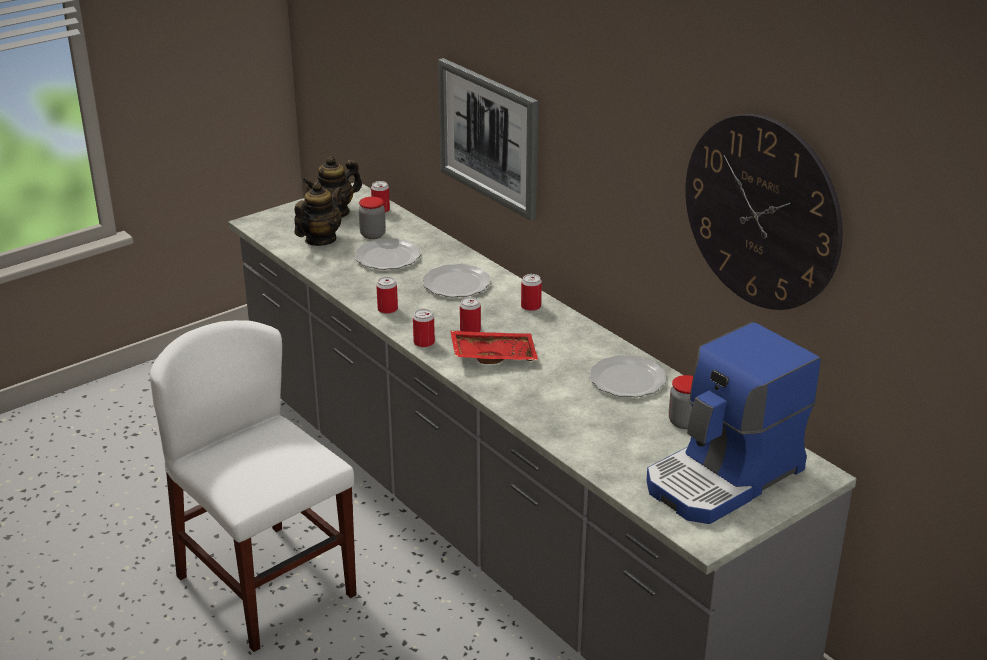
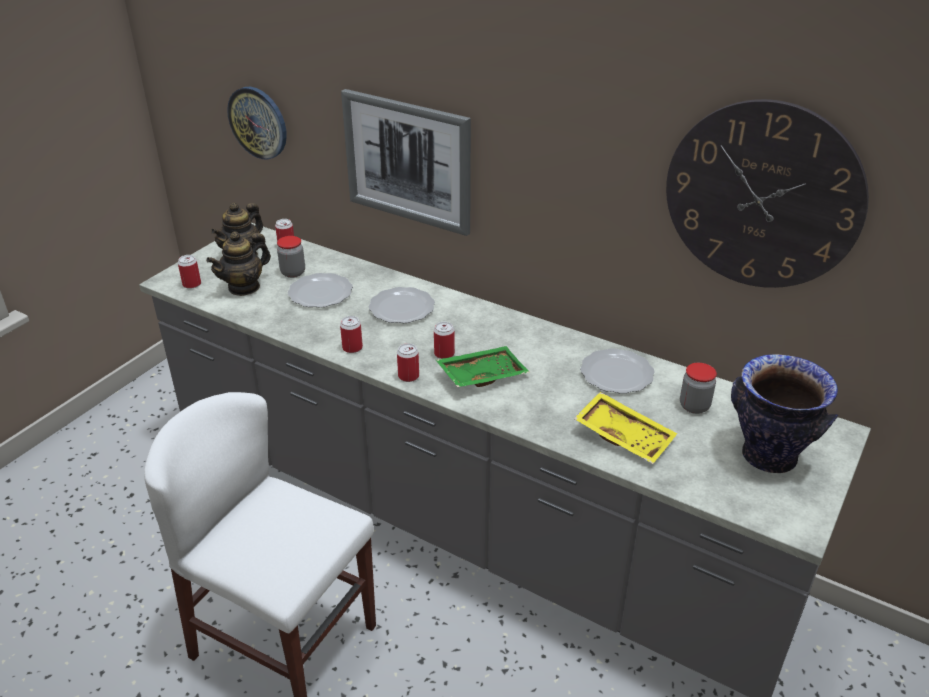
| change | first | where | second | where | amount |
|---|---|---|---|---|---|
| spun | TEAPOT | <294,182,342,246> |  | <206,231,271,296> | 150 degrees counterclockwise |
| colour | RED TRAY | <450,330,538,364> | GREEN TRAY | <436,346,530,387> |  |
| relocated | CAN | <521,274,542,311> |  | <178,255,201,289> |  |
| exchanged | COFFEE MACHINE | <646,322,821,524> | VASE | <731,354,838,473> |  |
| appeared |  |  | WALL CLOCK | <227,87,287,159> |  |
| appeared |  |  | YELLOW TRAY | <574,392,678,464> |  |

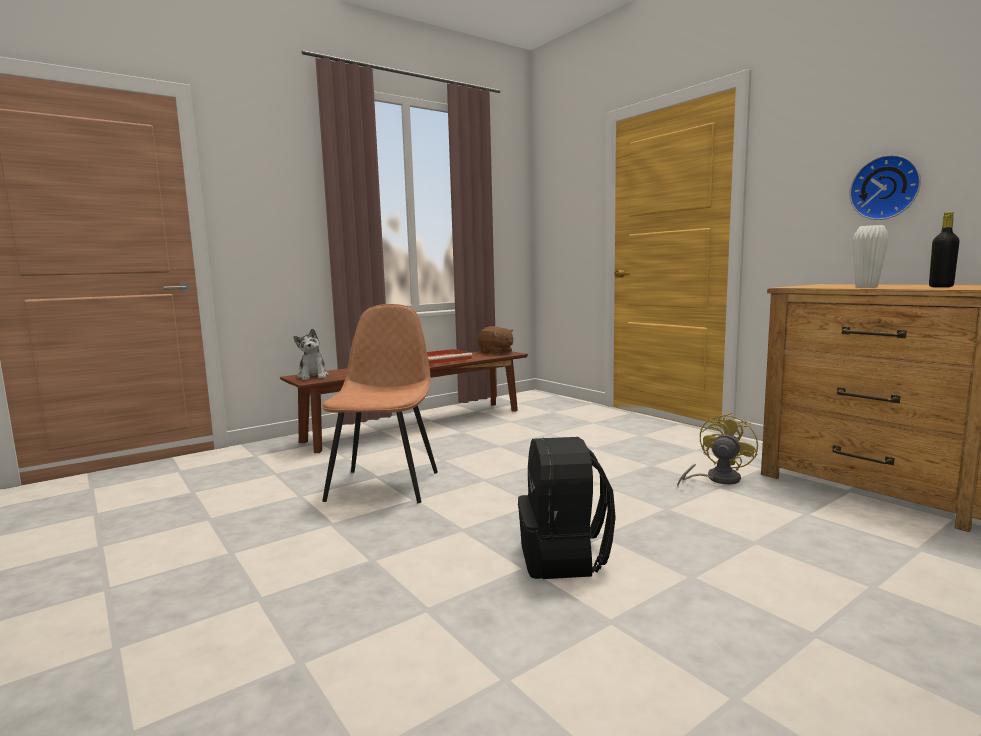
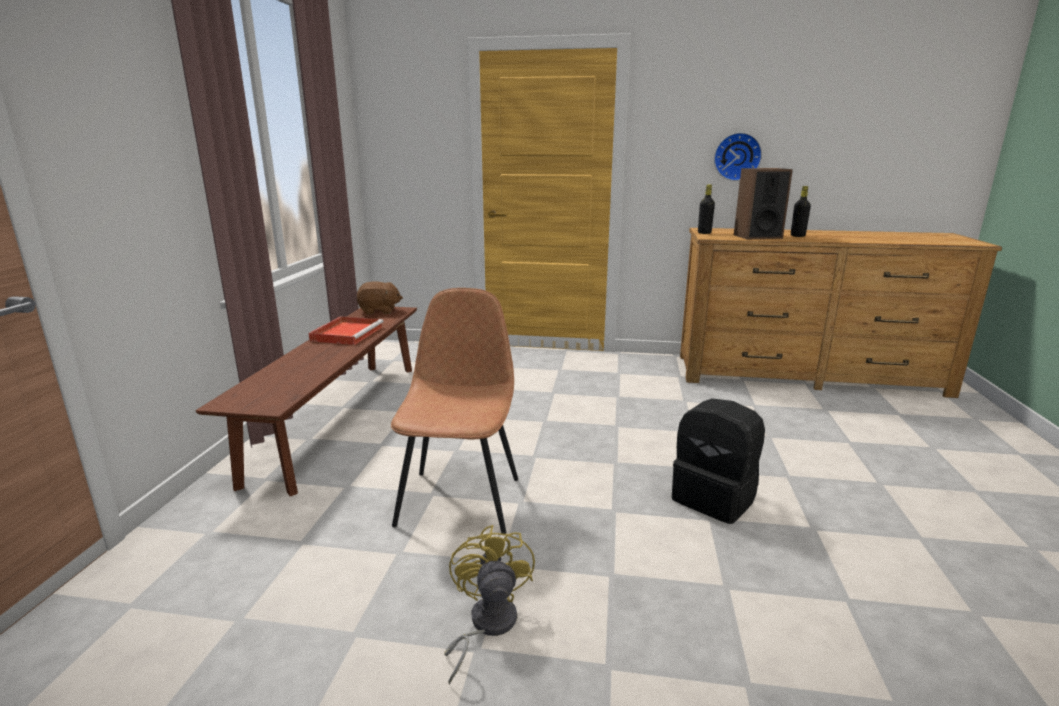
| change | first | where | second | where | amount |
|---|---|---|---|---|---|
| missing | PLUSH TOY | <293,328,329,380> |  |  |  |
| spun | BROWN CHAIR | <322,304,438,503> |  | <391,288,518,534> | 45 degrees clockwise |
| relocated | YELLOW FAN | <677,413,758,487> |  | <444,525,535,685> |  |
| exchanged | WHITE VASE | <852,225,889,287> | SPEAKER | <734,168,793,239> |  |
| appeared |  |  | BLACK BOTTLE | <698,184,715,234> |  |

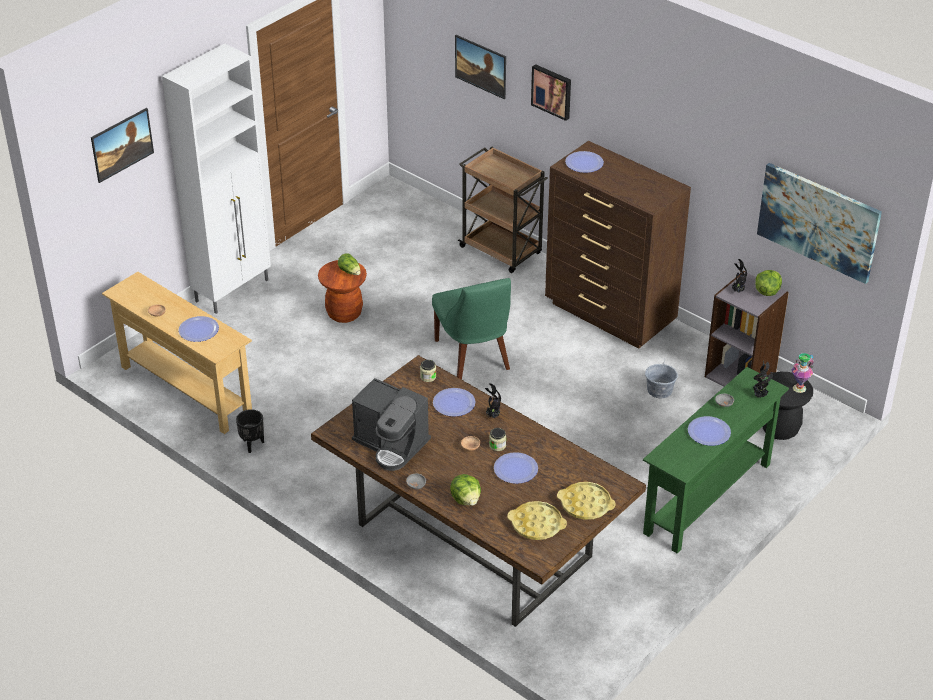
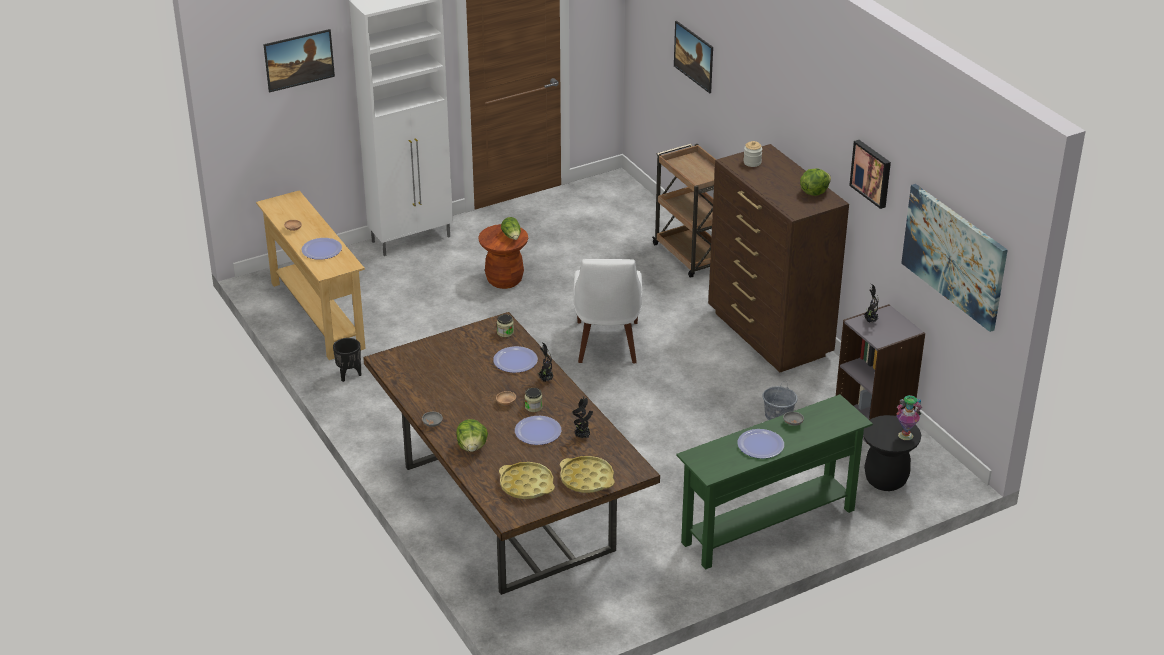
| change | first | where | second | where | amount |
|---|---|---|---|---|---|
| missing | COFFEE MACHINE | <352,378,431,471> |  |  |  |
| colour | GREEN CHAIR | <432,278,511,380> | WHITE CHAIR | <574,259,642,363> |  |
| relocated | PICTURE | <531,64,571,121> |  | <849,140,891,209> |  |
| exchanged | PLATE | <565,151,604,173> | JAR | <743,141,762,167> |  |
| relocated | POTTED PLANT | <753,361,774,398> |  | <572,396,593,438> |  |
| relocated | LETTUCE | <755,270,782,296> |  | <800,169,831,196> |  |

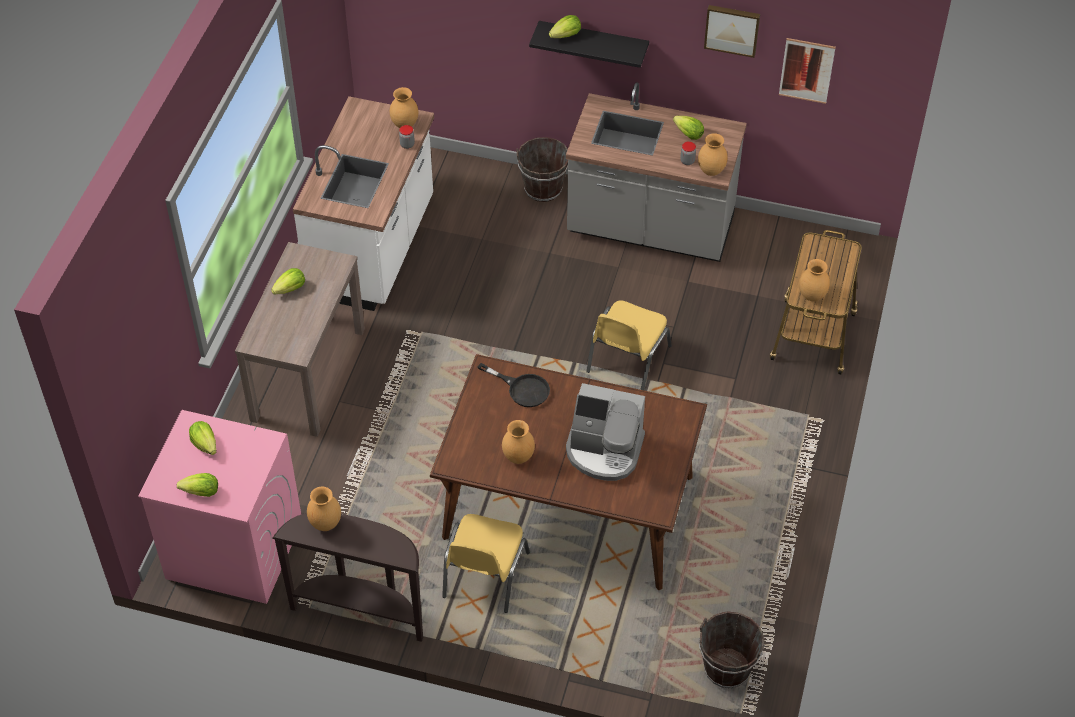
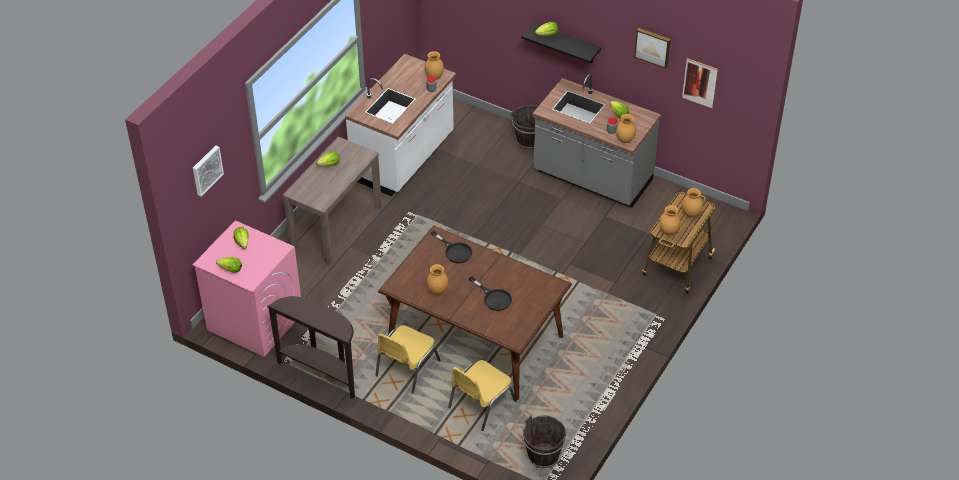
| change | first | where | second | where | amount |
|---|---|---|---|---|---|
| relocated | BROWN VASE | <307,487,341,531> |  | <682,188,703,218> |  |
| exchanged | COFFEE MACHINE | <566,383,645,481> | BLACK FRYING PAN | <468,276,512,311> |  |
| relocated | YELLOW CHAIR | <586,300,672,390> |  | <448,360,517,431> |  |
| appeared |  |  | PICTURE | <193,145,224,197> |  |

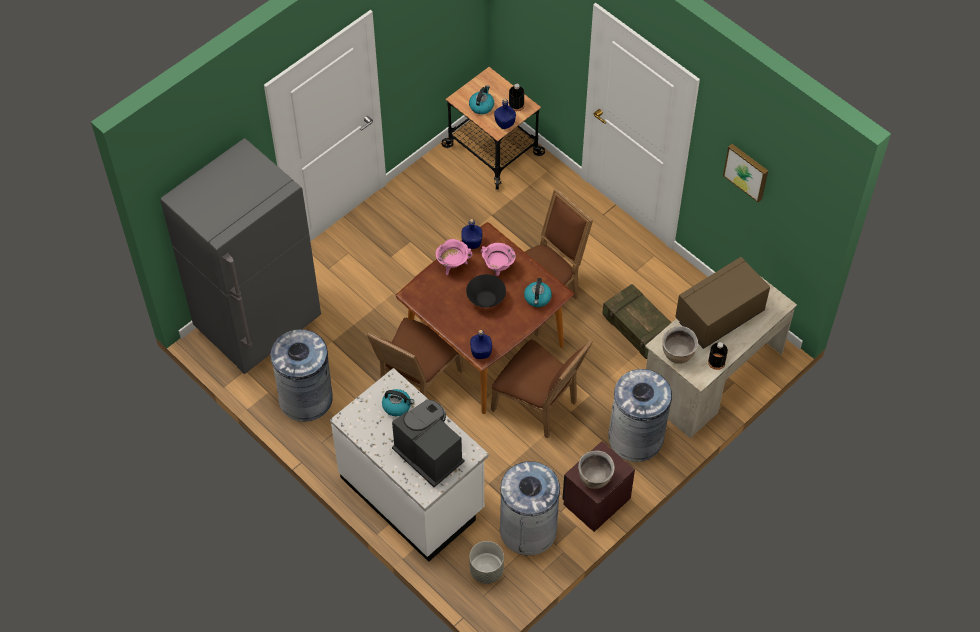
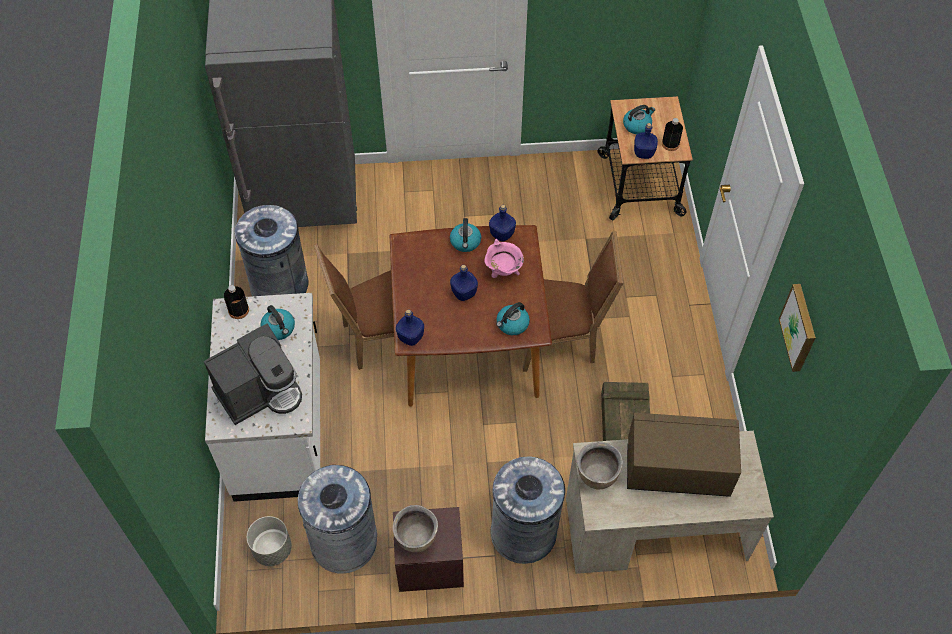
| change | first | where | second | where | amount |
|---|---|---|---|---|---|
| spun | COFFEE MACHINE | <392,400,465,487> |  | <204,324,302,425> | 60 degrees clockwise |
| exchanged | PINK COOKING POT | <436,239,473,275> | KETTLE | <450,218,481,252> |  |
| exchanged | BLACK BOWL | <466,274,506,308> | BLUE BOTTLE | <450,265,478,301> |  |
| missing | BROWN CHAIR | <491,339,593,439> |  |  |  |
| relocated | BLACK BOTTLE | <708,342,728,370> |  | <224,285,249,319> |  |

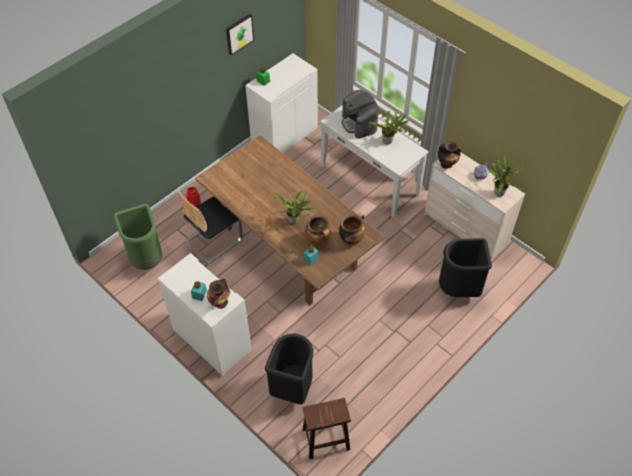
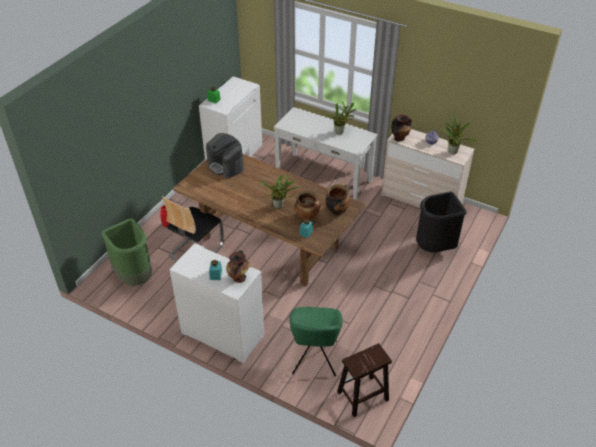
| change | first | where | second | where | amount |
|---|---|---|---|---|---|
| missing | PICTURE | <226,14,254,55> |  |  |  |
| exchanged | BLACK TRASH CAN | <265,333,314,404> | GREEN CHAIR | <289,307,343,376> |  |
| relocated | COFFEE MACHINE | <342,90,378,139> |  | <206,133,244,179> |  |

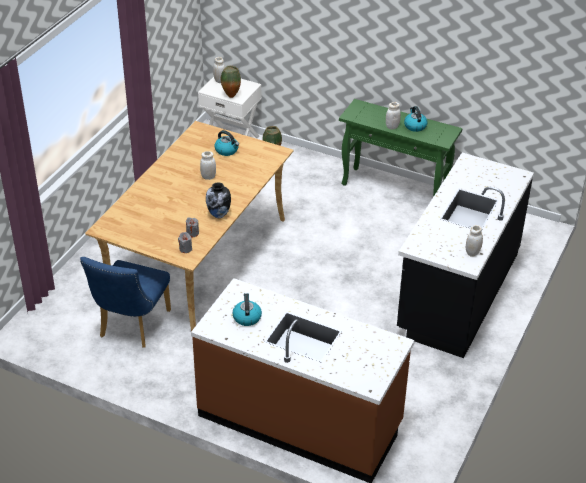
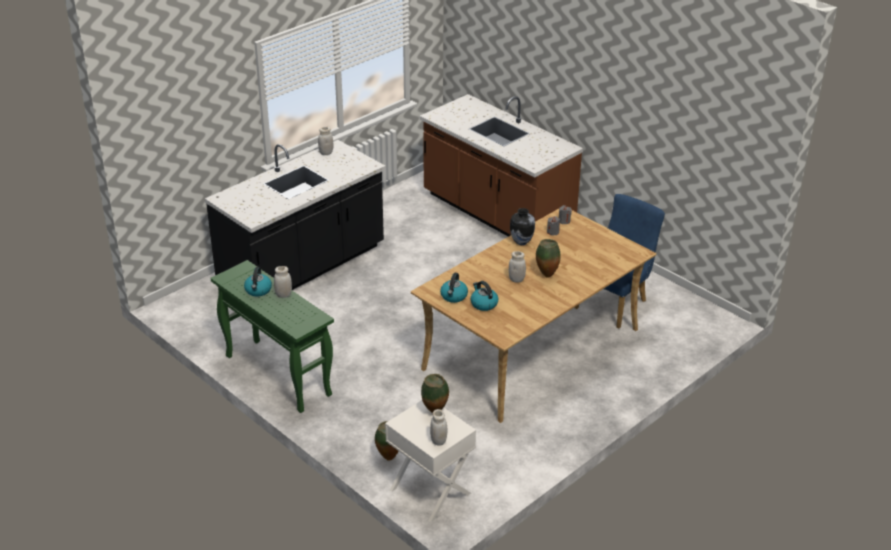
| change | first | where | second | where | amount |
|---|---|---|---|---|---|
| relocated | KETTLE | <232,293,262,326> |  | <440,273,468,303> |  |
| appeared |  |  | VASE | <536,239,561,278> |  |

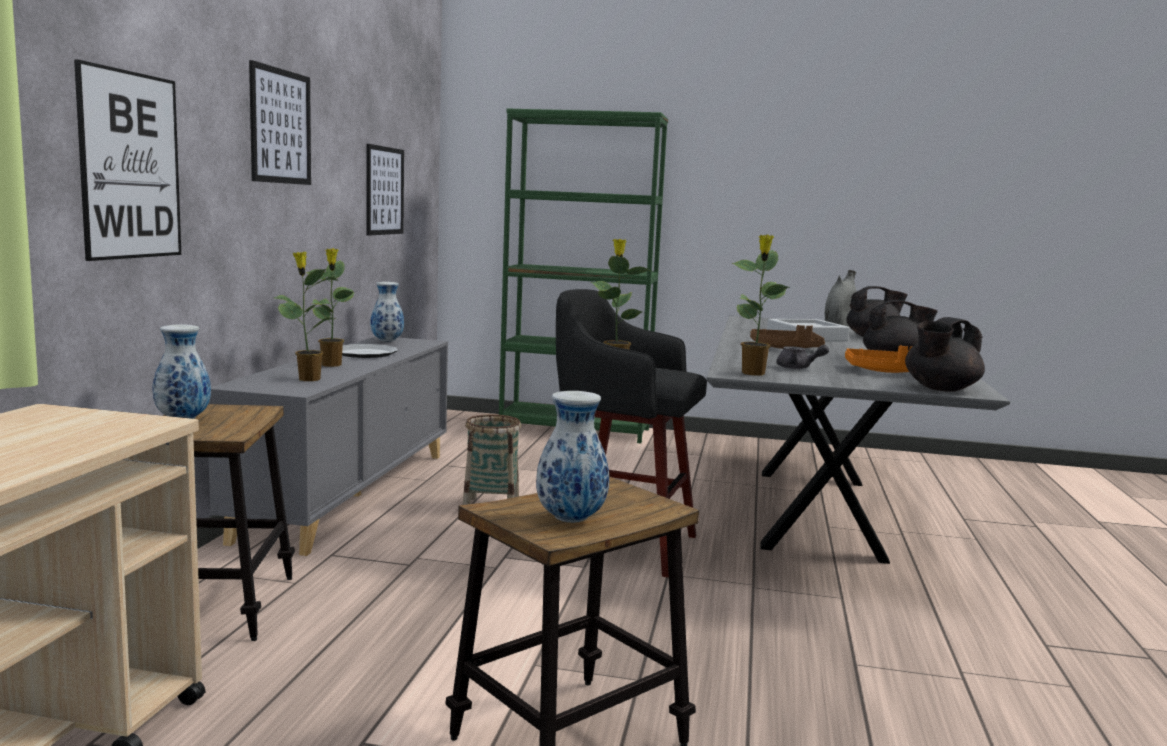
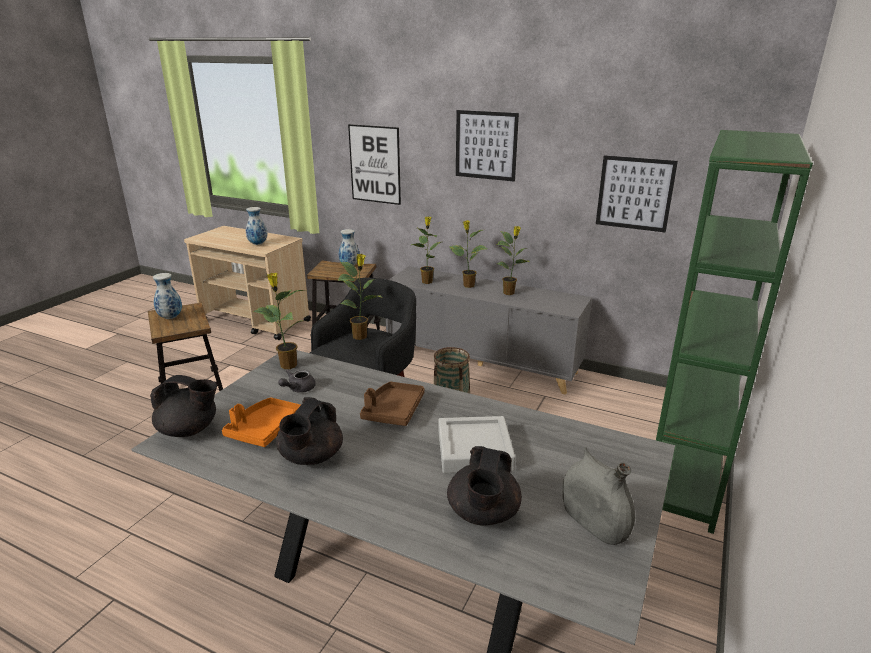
| change | first | where | second | where | amount |
|---|---|---|---|---|---|
| exchanged | PLATE | <342,344,398,358> | POTTED PLANT | <497,226,529,295> |  |
| relocated | VASE | <371,282,404,342> |  | <246,207,268,245> |  |
| spun | BLACK TEAPOT | <905,317,985,392> |  | <150,375,217,437> | 120 degrees clockwise |

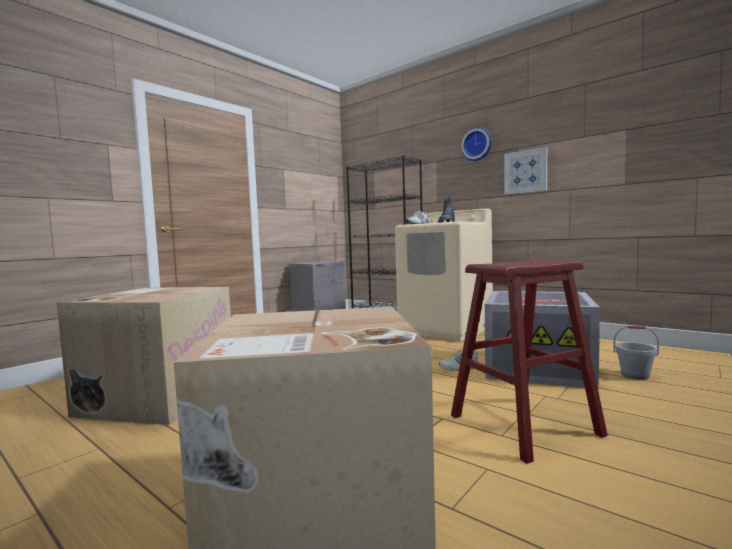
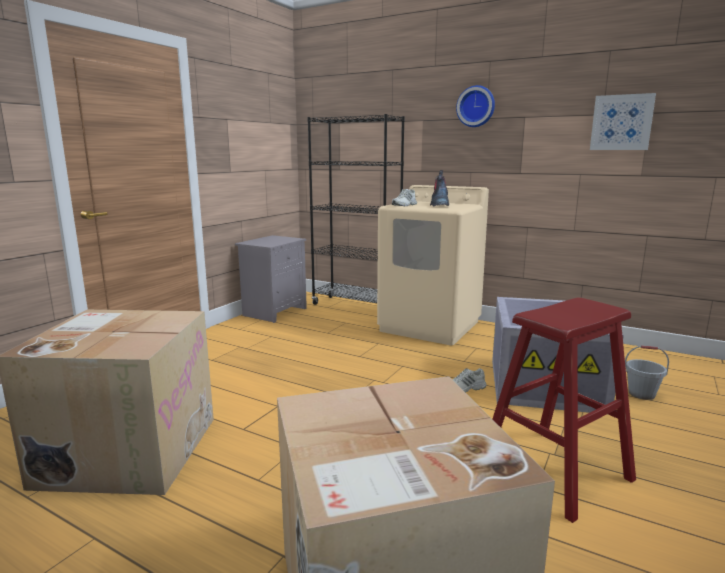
| change | first | where | second | where | amount |
|---|---|---|---|---|---|
| relocated | PICTURE | <504,147,547,195> |  | <590,93,656,150> |  |

